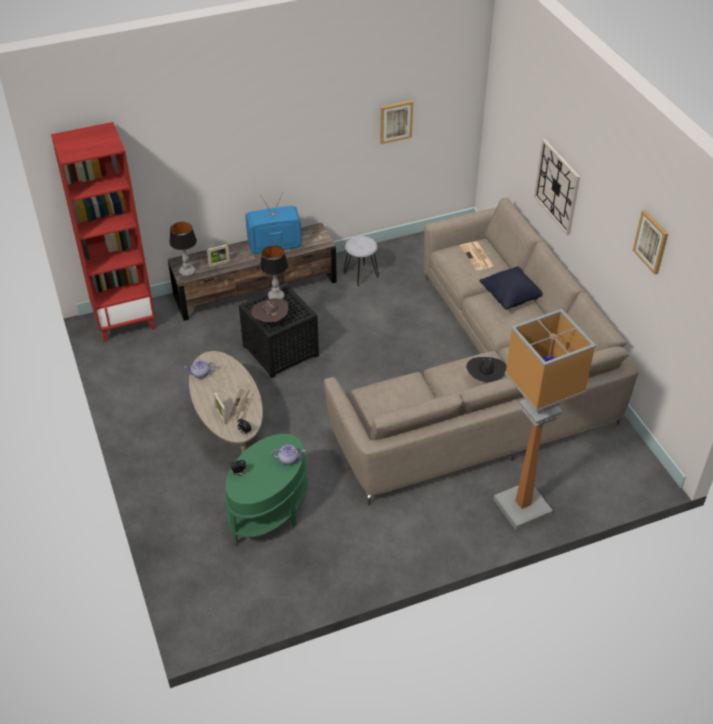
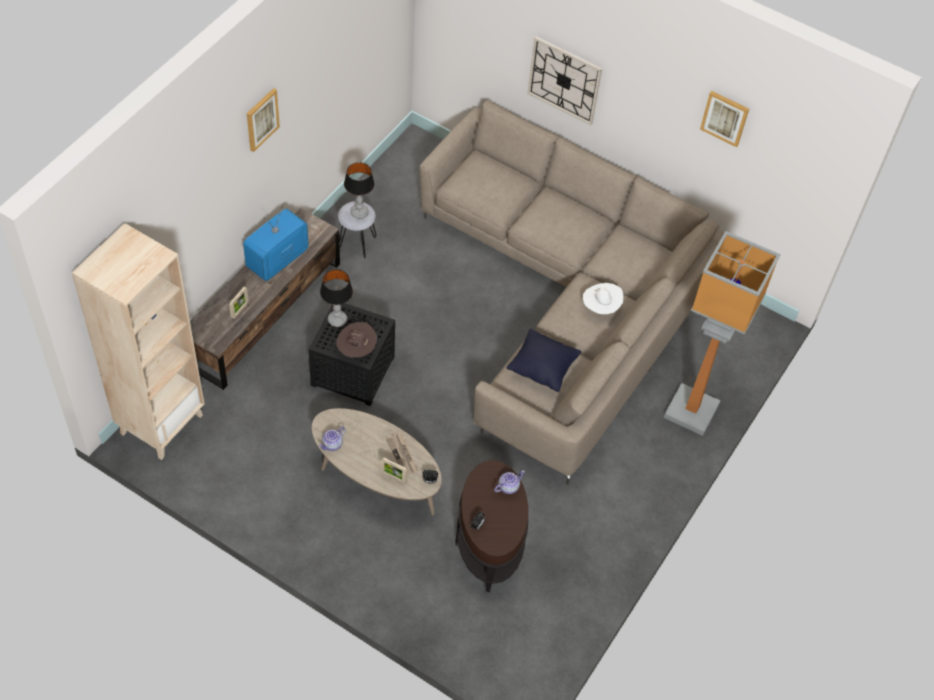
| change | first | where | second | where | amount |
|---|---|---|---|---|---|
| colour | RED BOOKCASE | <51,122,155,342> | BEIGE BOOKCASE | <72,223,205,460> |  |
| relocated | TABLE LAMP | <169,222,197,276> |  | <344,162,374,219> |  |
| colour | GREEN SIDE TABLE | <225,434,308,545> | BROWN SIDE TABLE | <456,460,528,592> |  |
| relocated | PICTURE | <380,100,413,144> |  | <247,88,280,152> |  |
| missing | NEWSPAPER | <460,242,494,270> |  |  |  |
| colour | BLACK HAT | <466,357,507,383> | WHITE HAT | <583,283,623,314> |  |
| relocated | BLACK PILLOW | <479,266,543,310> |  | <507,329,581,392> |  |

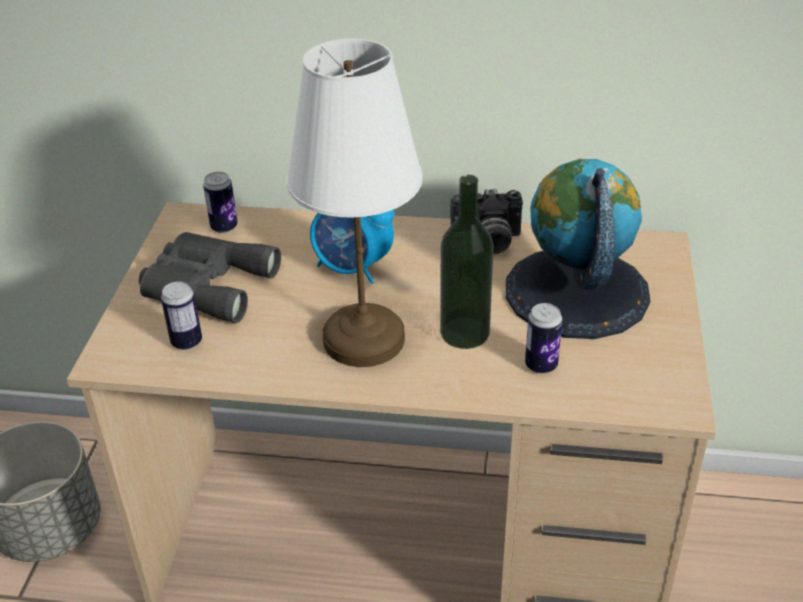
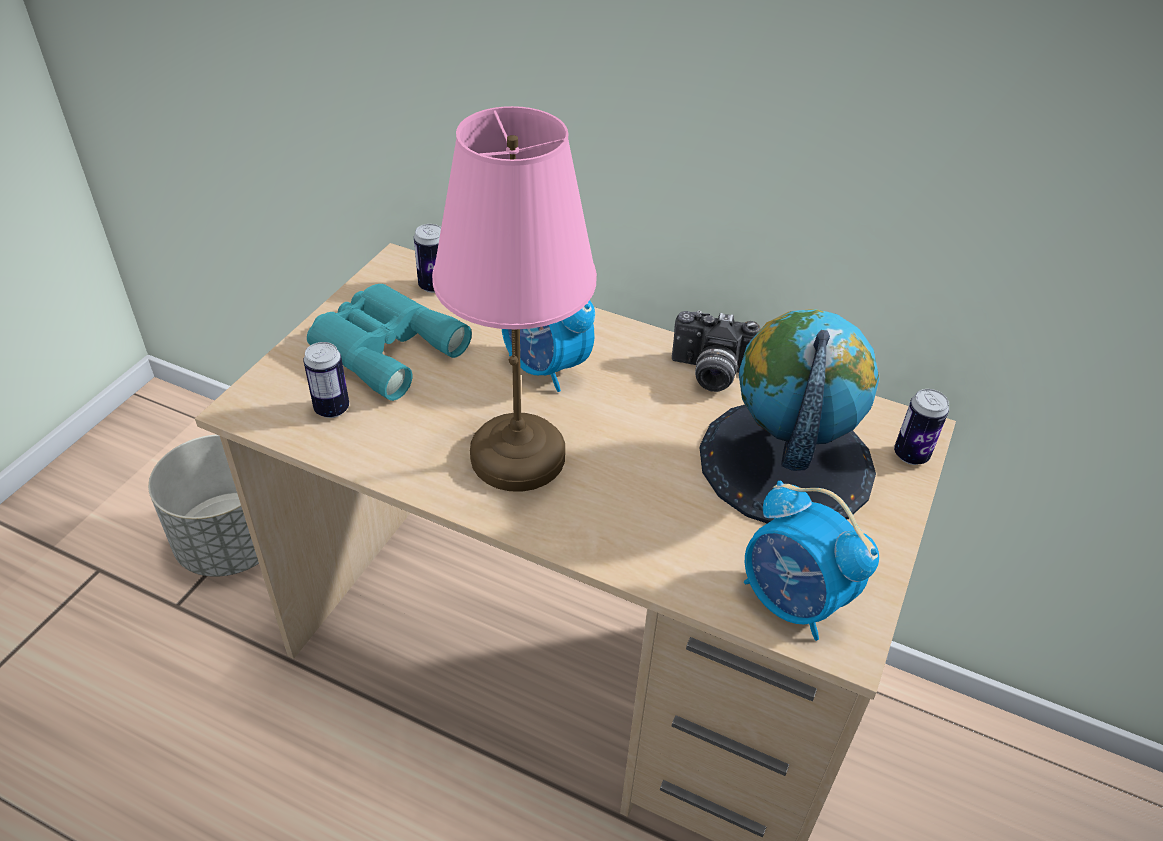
| change | first | where | second | where | amount |
|---|---|---|---|---|---|
| colour | GREY BINOCULARS | <139,232,281,323> | TURQUOISE BINOCULARS | <307,284,472,401> |  |
| colour | WHITE TABLE LAMP | <287,39,423,367> | PINK TABLE LAMP | <432,106,597,492> |  |
| missing | BOTTLE | <440,175,494,349> |  |  |  |
| relocated | CAN | <525,303,563,374> |  | <894,389,949,465> |  |
| appeared |  |  | ALARM CLOCK | <744,480,879,641> |  |

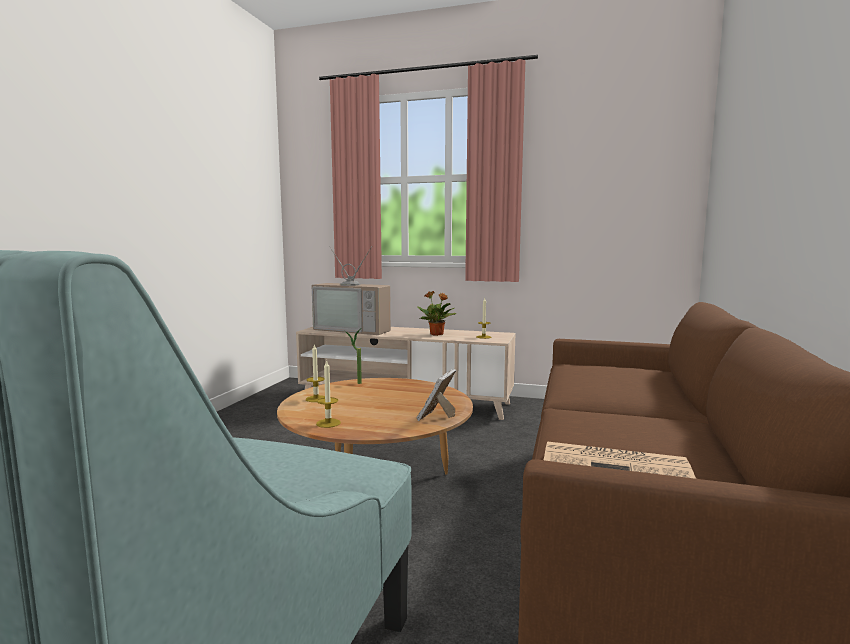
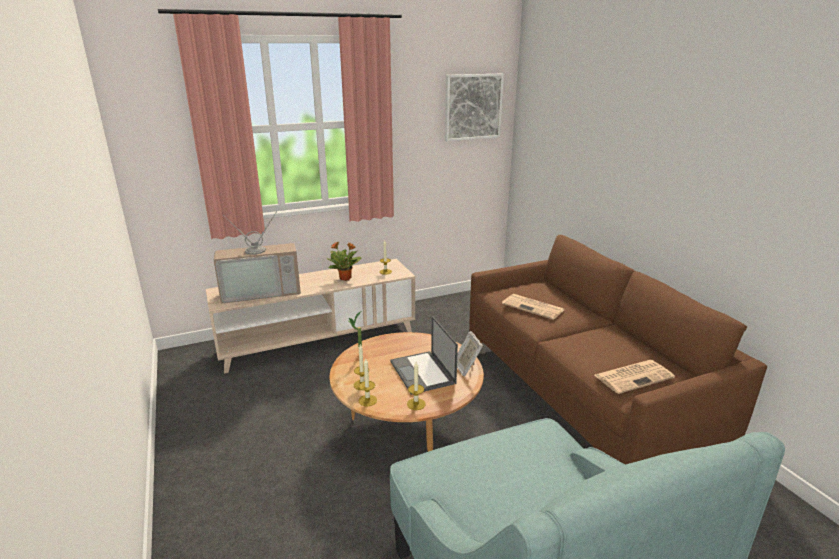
| change | first | where | second | where | amount |
|---|---|---|---|---|---|
| appeared |  |  | CANDLE | <358,359,377,406> |  |
| appeared |  |  | LAPTOP | <390,316,458,395> |  |
| appeared |  |  | PICTURE | <445,74,504,141> |  |
| appeared |  |  | NEWSPAPER | <502,294,564,320> |  |

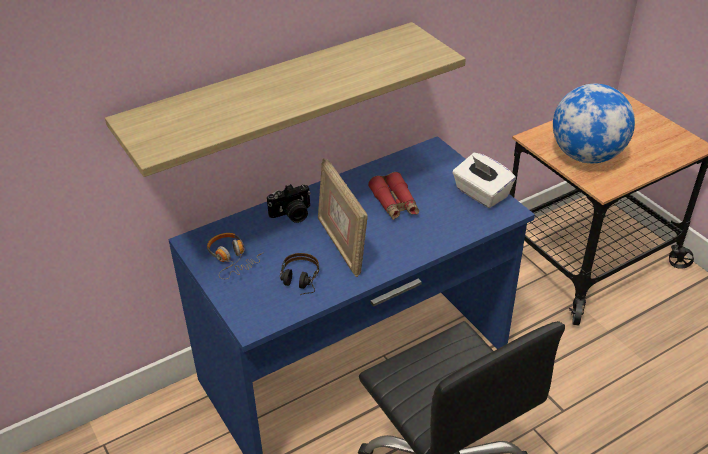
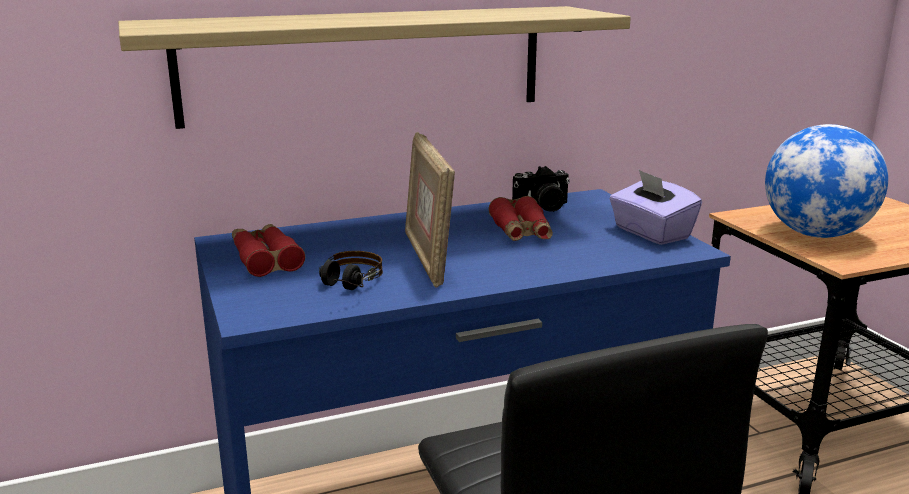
| change | first | where | second | where | amount |
|---|---|---|---|---|---|
| exchanged | HEADPHONES | <207,233,263,279> | RED BINOCULARS | <232,224,305,277> |  |
| relocated | PHOTO CAMERA | <267,184,311,223> |  | <512,166,570,212> |  |
| colour | WHITE TISSUE BOX | <452,153,516,208> | PURPLE TISSUE BOX | <610,170,702,245> |  |

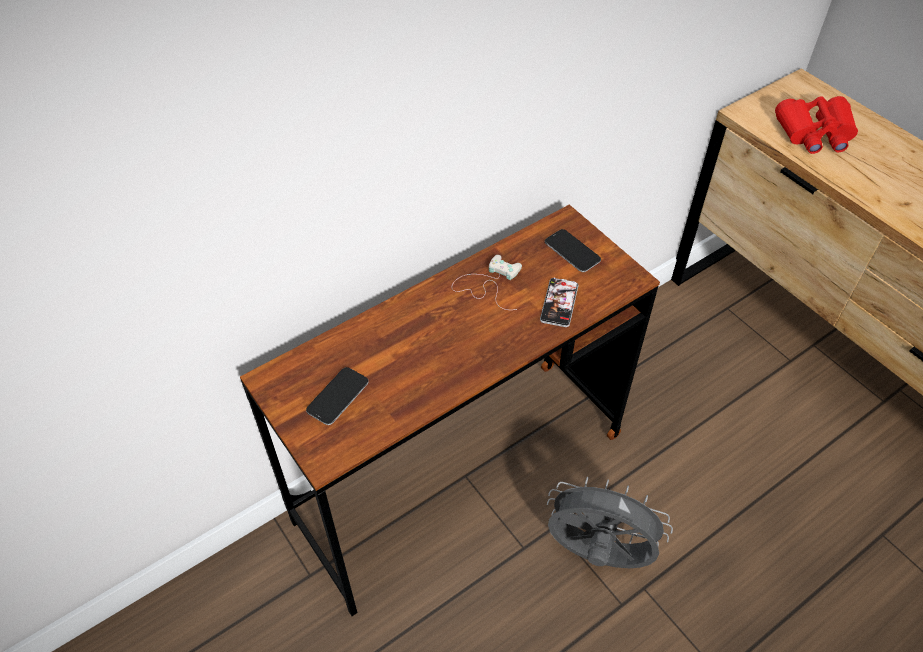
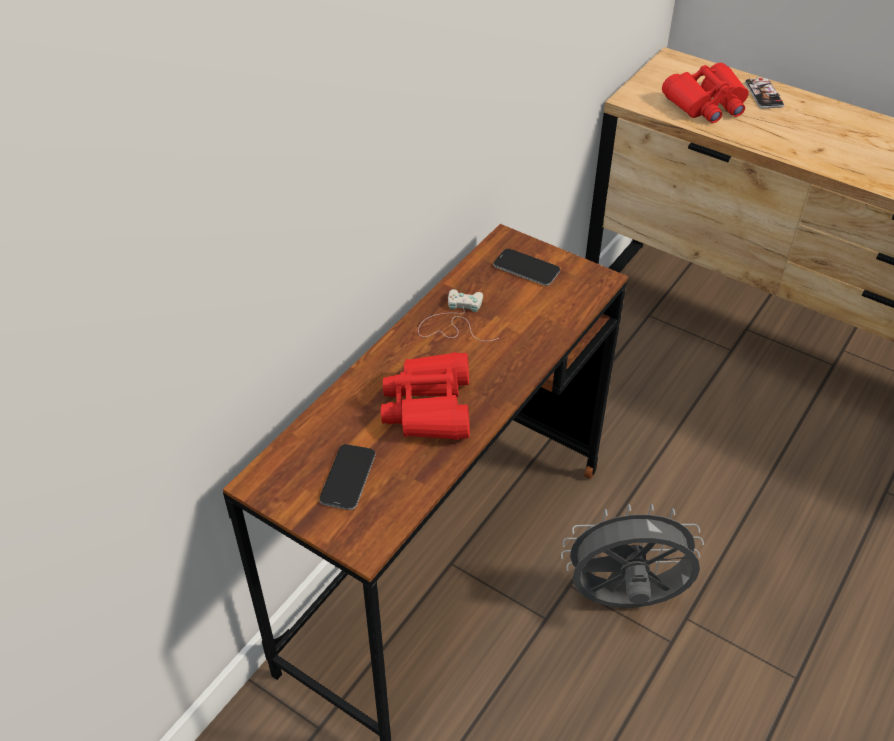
| change | first | where | second | where | amount |
|---|---|---|---|---|---|
| relocated | PHONE | <540,278,578,327> |  | <745,77,784,109> |  |
| appeared |  |  | RED BINOCULARS | <381,352,470,440> |  |

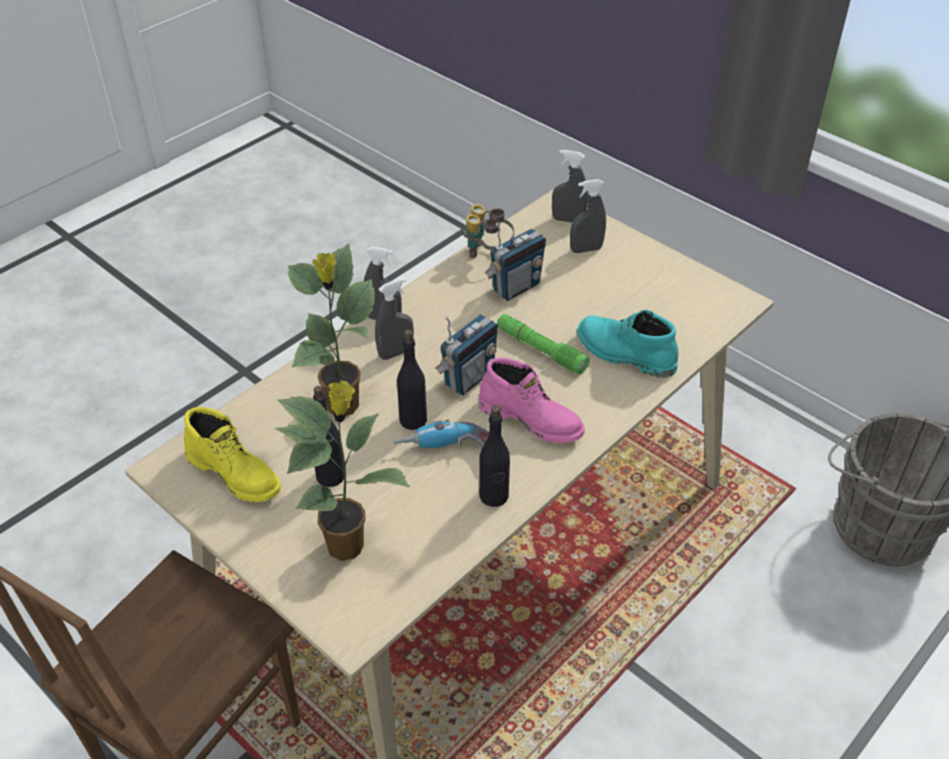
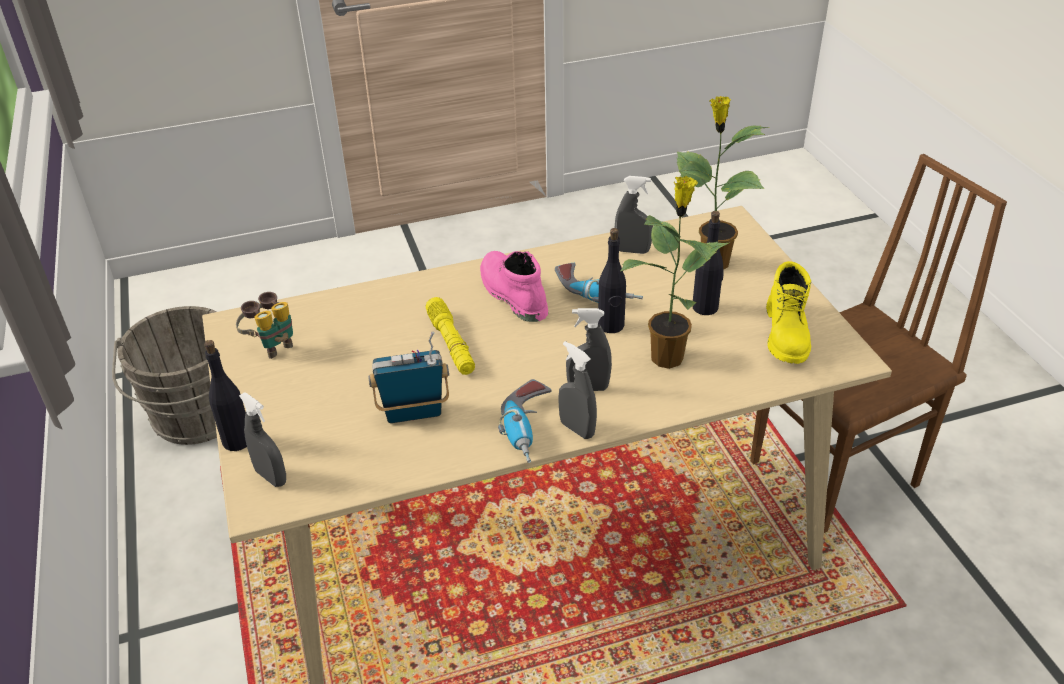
| change | first | where | second | where | amount |
|---|---|---|---|---|---|
| spun | YELLOW BOOT | <184,407,281,502> |  | <766,261,811,364> | 150 degrees counterclockwise |
| missing | RADIO | <435,314,498,395> |  |  |  |
| relocated | BINOCULARS | <463,204,514,258> |  | <236,292,293,359> |  |
| relocated | BLACK BOTTLE | <479,405,510,507> |  | <204,340,247,451> |  |
| colour | GREEN FLASHLIGHT | <497,314,590,374> | YELLOW FLASHLIGHT | <426,297,475,375> |  |
| relocated | GREY SPRAY BOTTLE | <570,179,606,253> |  | <614,176,653,254> |  |
| missing | TURQUOISE BOOT | <577,310,678,378> |  |  |  |
| appeared |  |  | POWER DRILL | <498,379,551,463> |  |

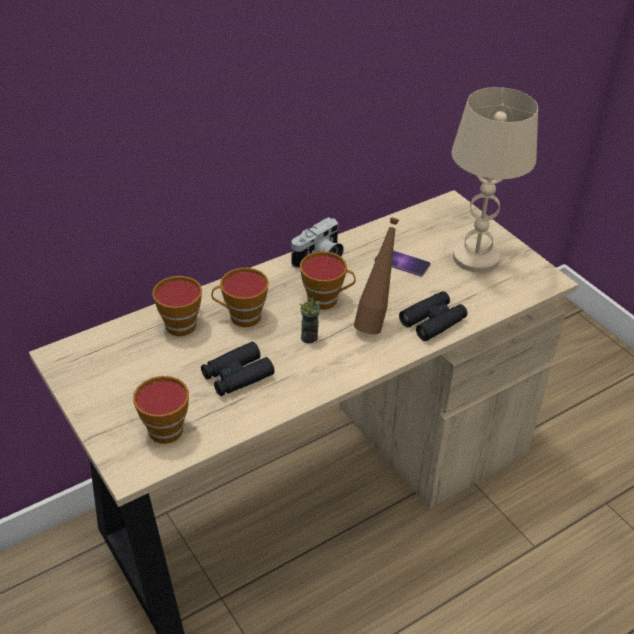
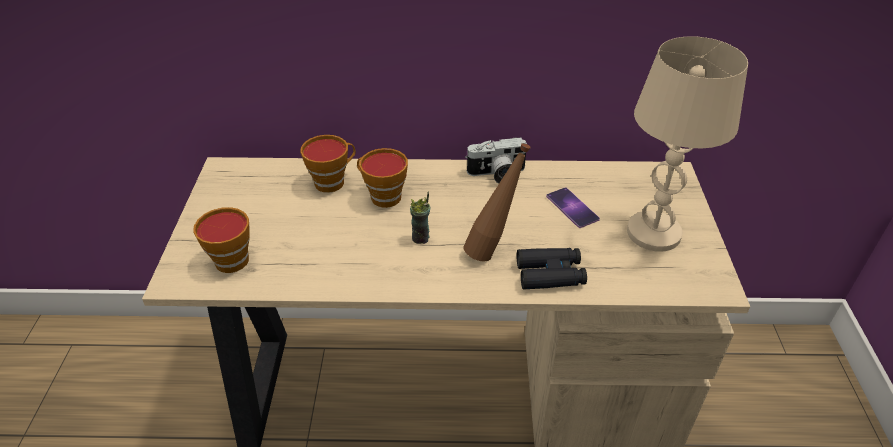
| change | first | where | second | where | amount |
|---|---|---|---|---|---|
| missing | BLACK BINOCULARS | <201,342,274,396> |  |  |  |
| missing | CUP | <300,251,356,310> |  |  |  |

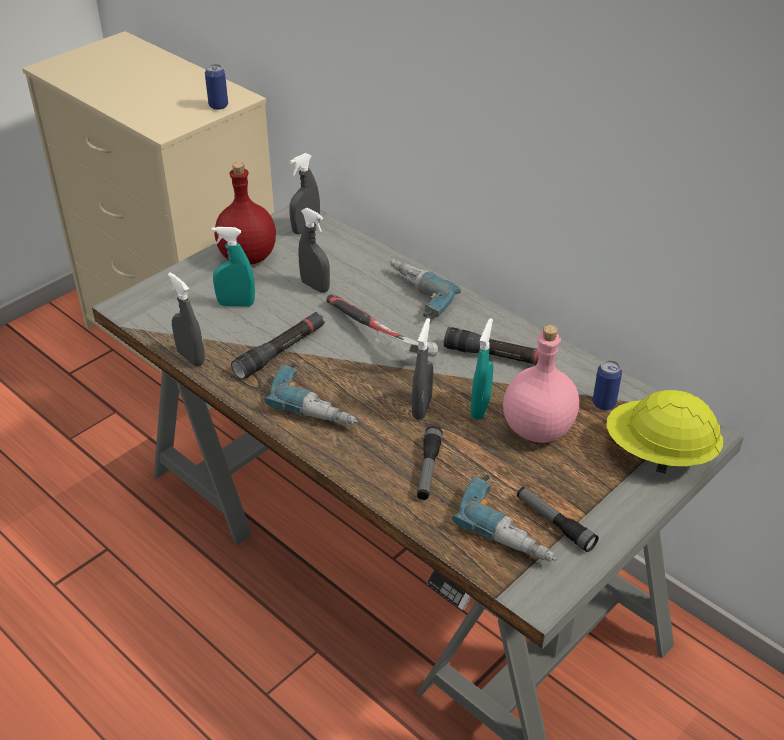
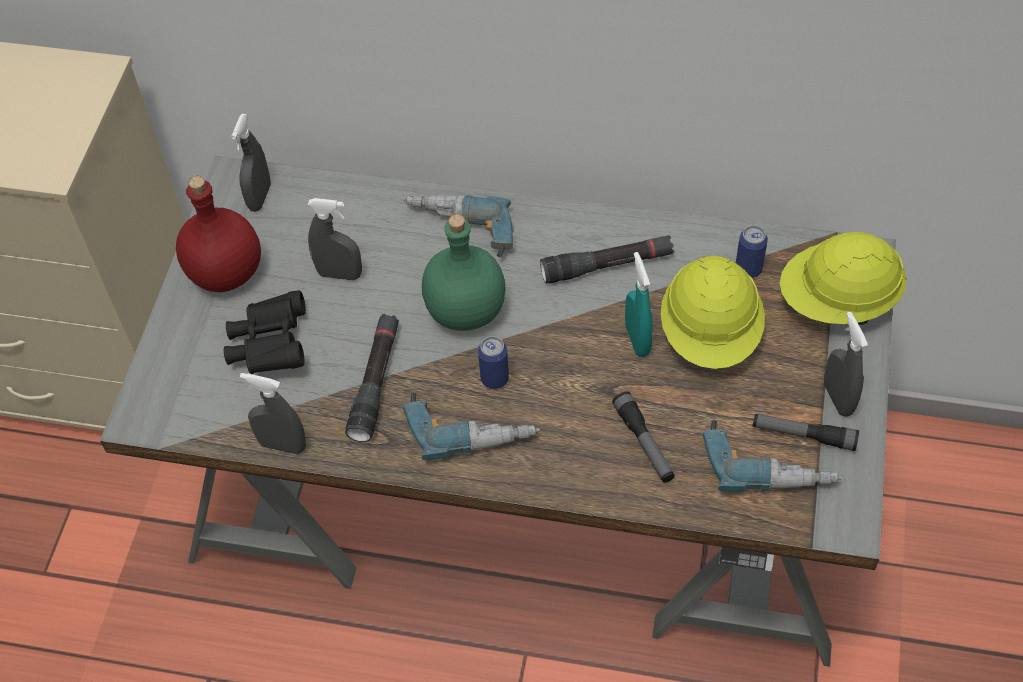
| change | first | where | second | where | amount |
|---|---|---|---|---|---|
| relocated | CAN | <205,64,228,110> |  | <478,336,509,389> |  |
| exchanged | TURQUOISE SPRAY BOTTLE | <212,227,255,307> | BLACK BINOCULARS | <224,290,306,374> |  |
| exchanged | HAMMER | <326,295,438,357> | GREEN BOTTLE | <422,214,506,331> |  |
| relocated | GREY SPRAY BOTTLE | <412,318,433,420> |  | <824,312,868,417> |  |
| exchanged | PINK BOTTLE | <503,325,579,443> | YELLOW HARD HAT | <661,256,765,369> |  |

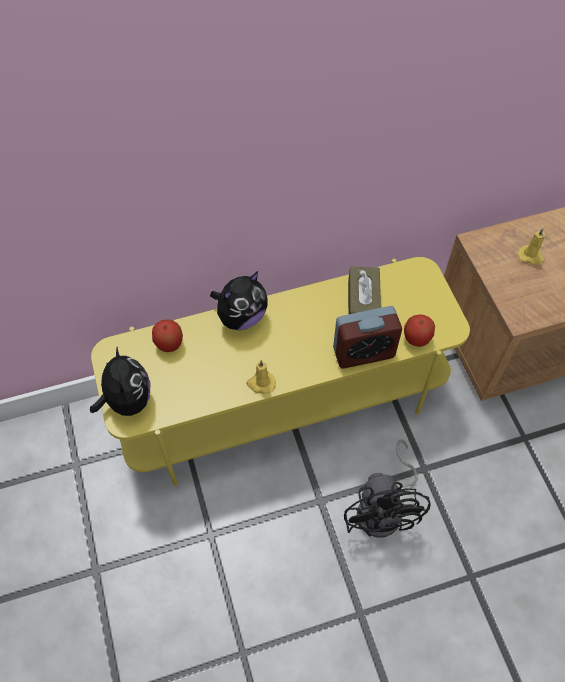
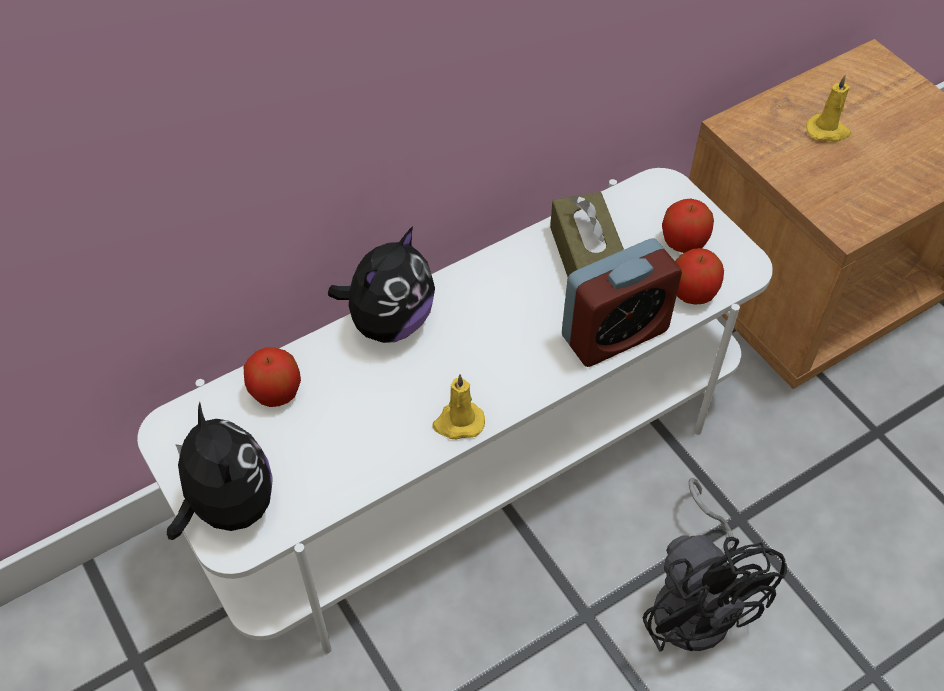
| change | first | where | second | where | amount |
|---|---|---|---|---|---|
| colour | YELLOW TV STAND | <91,257,470,486> | WHITE TV STAND | <137,168,773,654> |  |
| appeared |  |  | APPLE | <662,199,714,253> |  |

